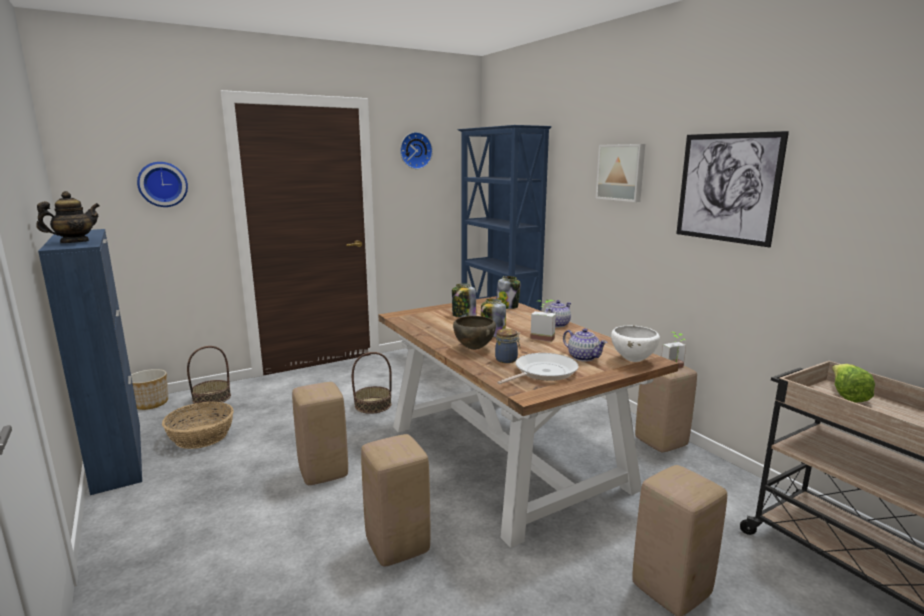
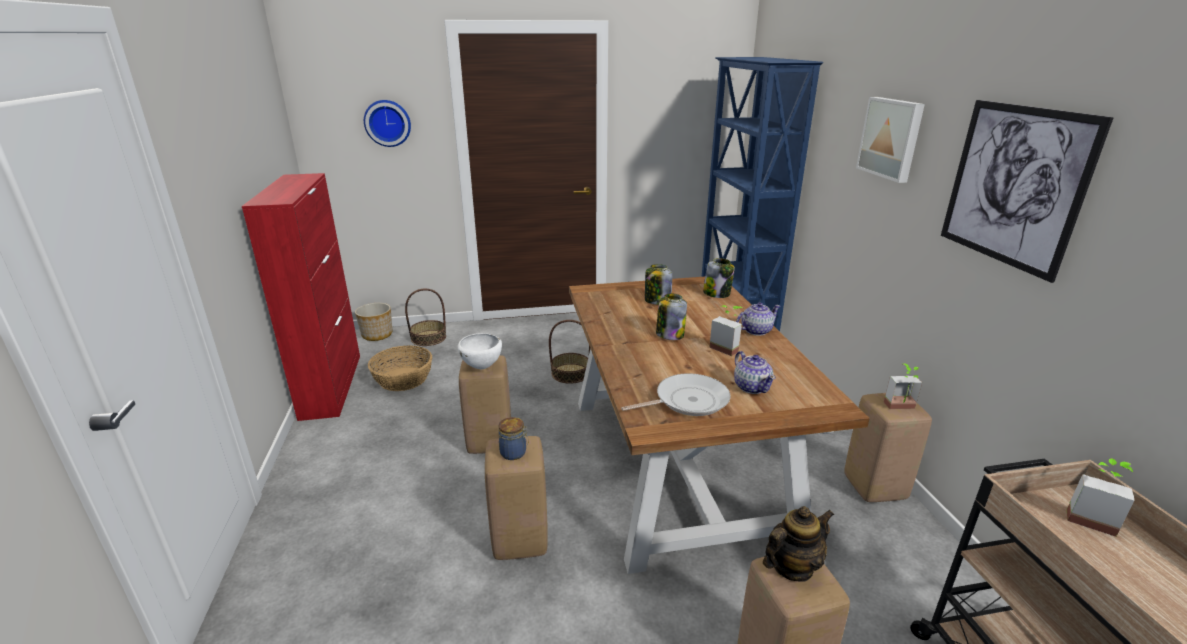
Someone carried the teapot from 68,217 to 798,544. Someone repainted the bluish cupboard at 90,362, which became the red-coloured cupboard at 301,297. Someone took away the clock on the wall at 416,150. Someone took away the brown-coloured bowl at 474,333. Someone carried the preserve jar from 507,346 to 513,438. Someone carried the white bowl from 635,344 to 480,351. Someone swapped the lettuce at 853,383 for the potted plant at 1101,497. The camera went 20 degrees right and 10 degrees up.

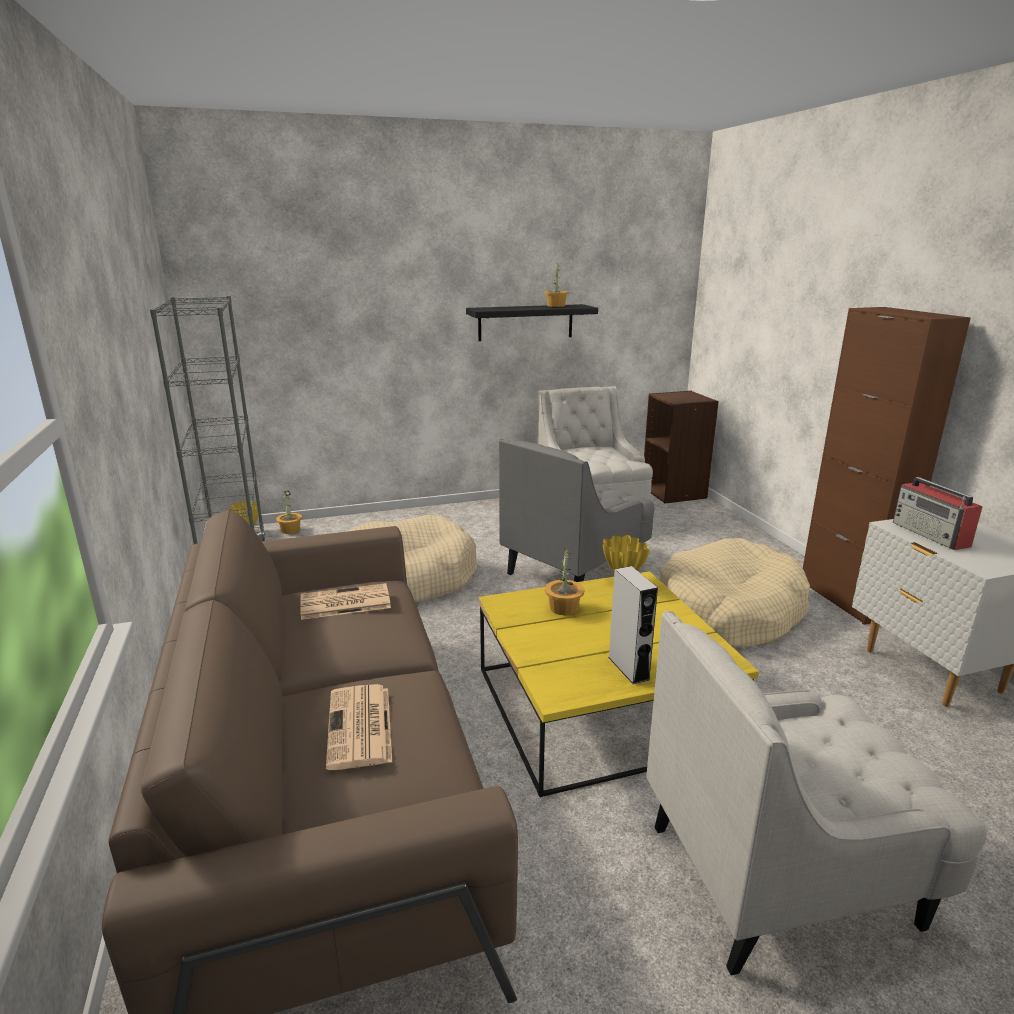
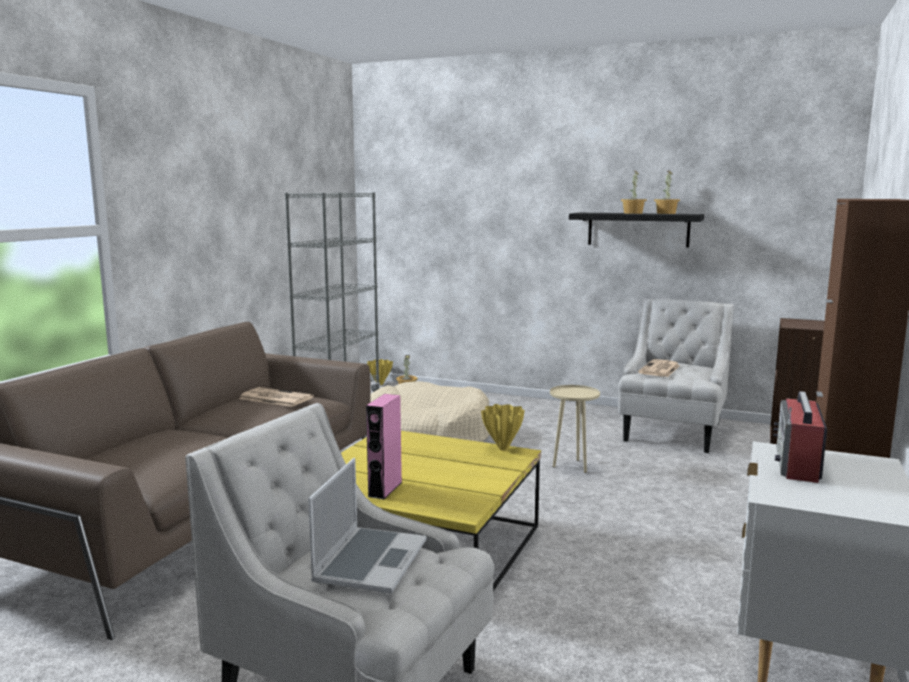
Someone carried the newspaper from 359,727 to 659,368. Someone swapped the greyish easy chair at 577,510 for the beige end table at 575,429. Someone carried the potted plant from 565,581 to 634,192. Someone repainted the greyish audio speaker at 633,625, which became the pink audio speaker at 384,446. Someone took away the beige dog cushion at 734,593. Someone put down the laptop at 367,526. The camera went 40 degrees right and 10 degrees down.

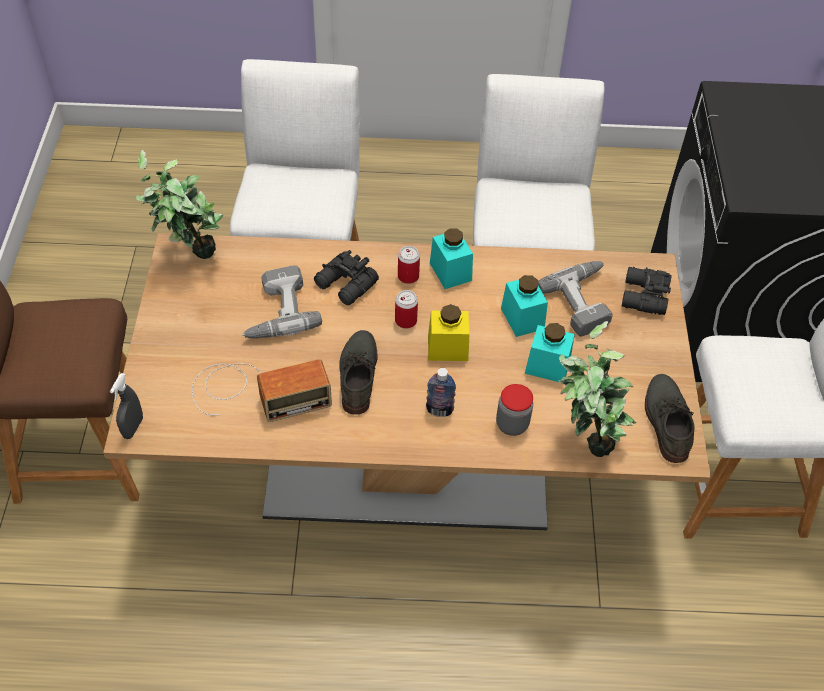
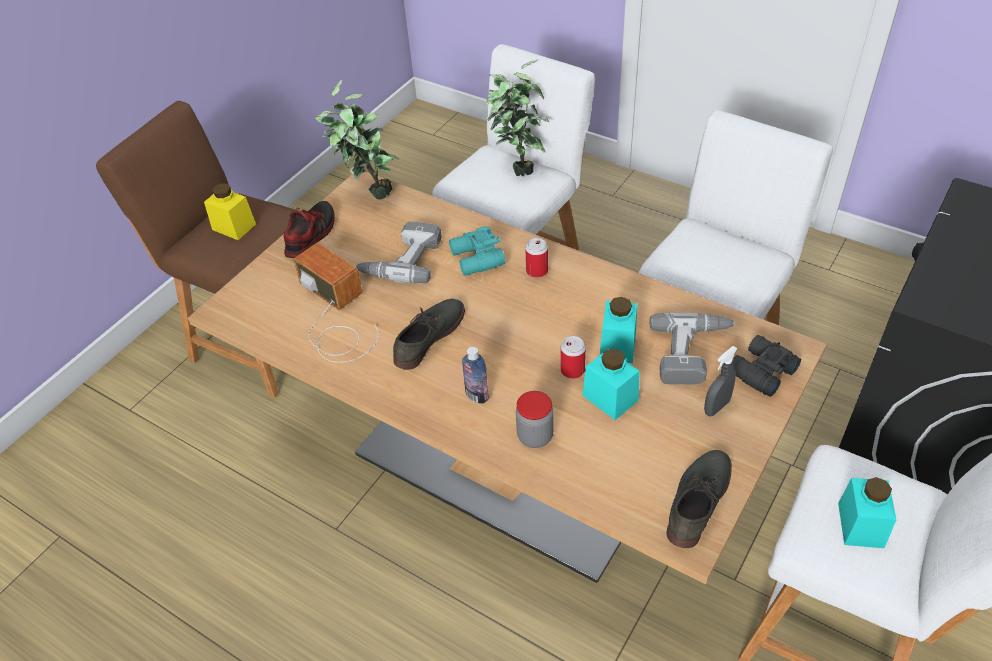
Someone carried the greyish hand sprayer from 126,406 to 721,381. Someone rotated the radio at 262,390 by 150 degrees counterclockwise. Someone repainted the black-coloured binoculars at 346,277, which became the turquoise binoculars at 477,251. Someone carried the metal can from 406,309 to 573,357. Someone carried the yellow preserve jar from 448,332 to 230,211. Someone carried the turquoise preserve jar from 451,258 to 867,512. Someone carried the potted plant from 597,389 to 517,118. Someone put down the low shoe at 309,229. The camera went 35 degrees right and 5 degrees down.

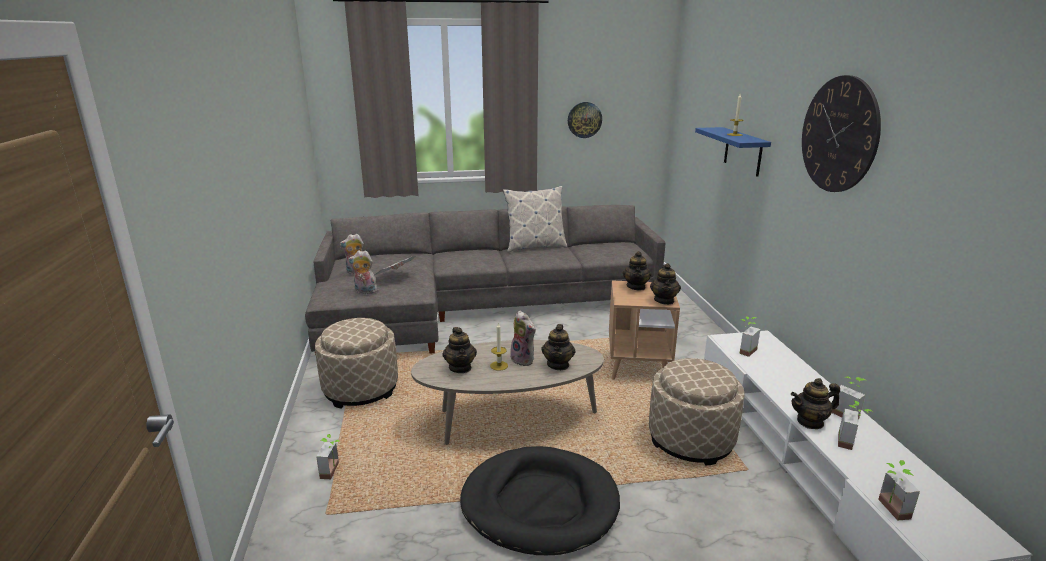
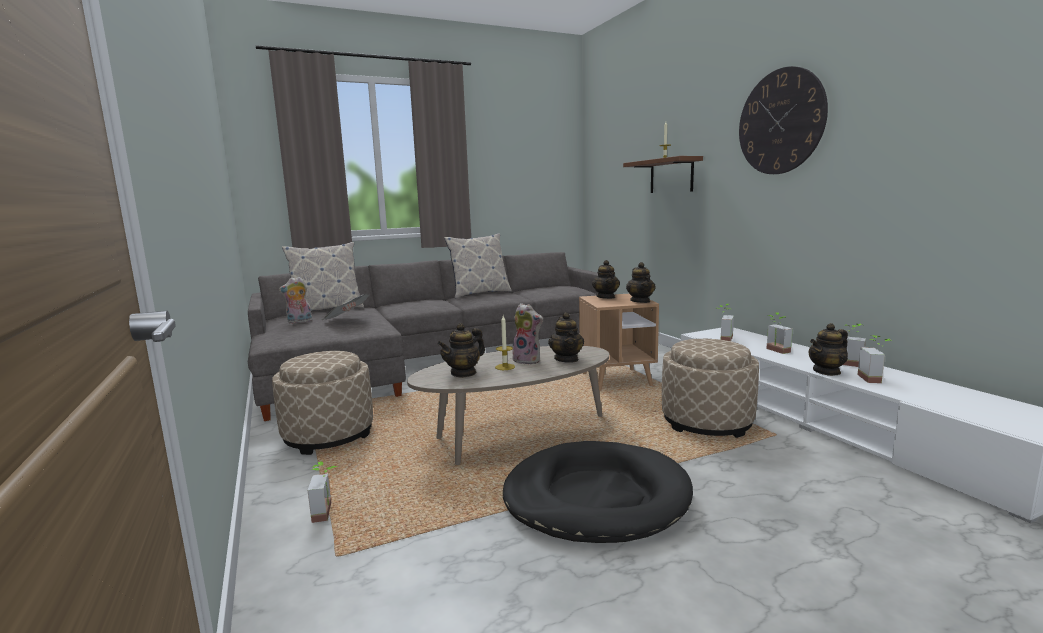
Someone took away the soft toy at 363,272. Someone rotated the teapot at 459,350 by 75 degrees clockwise. Someone took away the clock on the wall at 585,120. Someone repainted the bluish wall shelf at 733,152, which became the brown-coloured wall shelf at 663,174. Someone carried the potted plant from 899,490 to 780,333. Someone put down the throw pillow at 323,276. The camera went 15 degrees left and 10 degrees down.

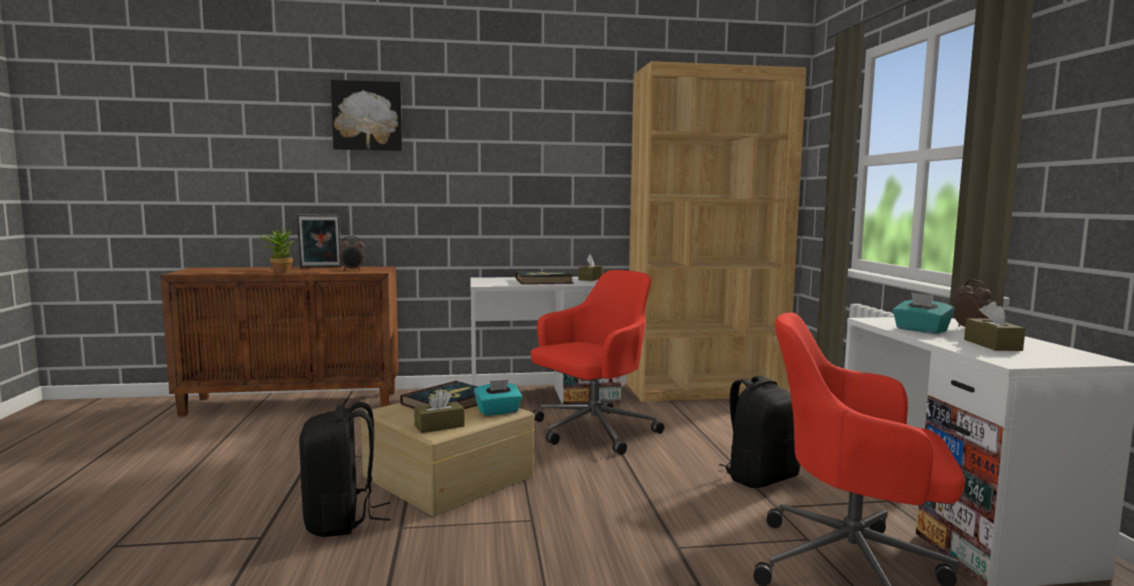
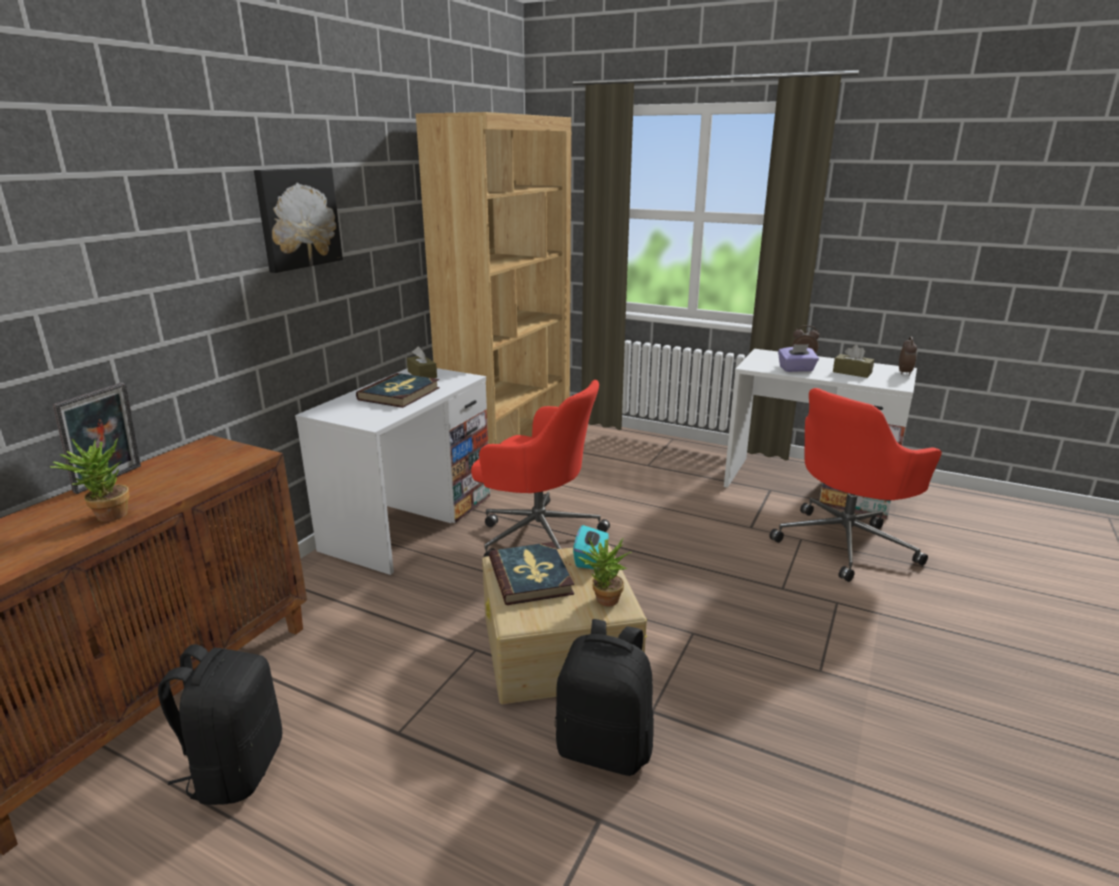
Someone carried the picture from 366,115 to 298,220. Someone carried the bedside clock from 352,253 to 908,356. Someone swapped the brown-coloured tissue box at 439,411 for the potted plant at 605,571. Someone rotated the red-coloured office chair at 597,362 by 120 degrees clockwise. Someone carried the black-coloured backpack from 760,432 to 220,724. Someone repainted the turquoise tissue box at 923,313, which became the purplish tissue box at 798,358. The camera went 55 degrees left and 15 degrees up.

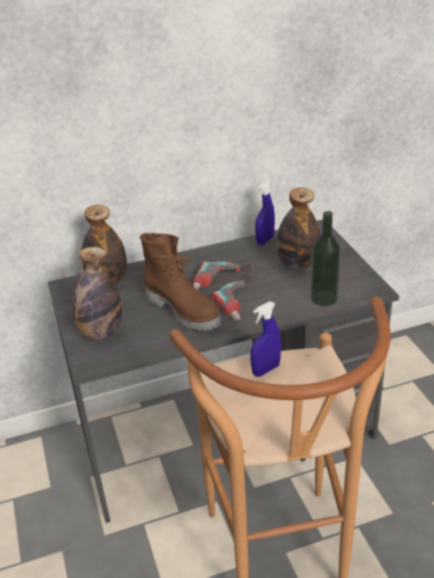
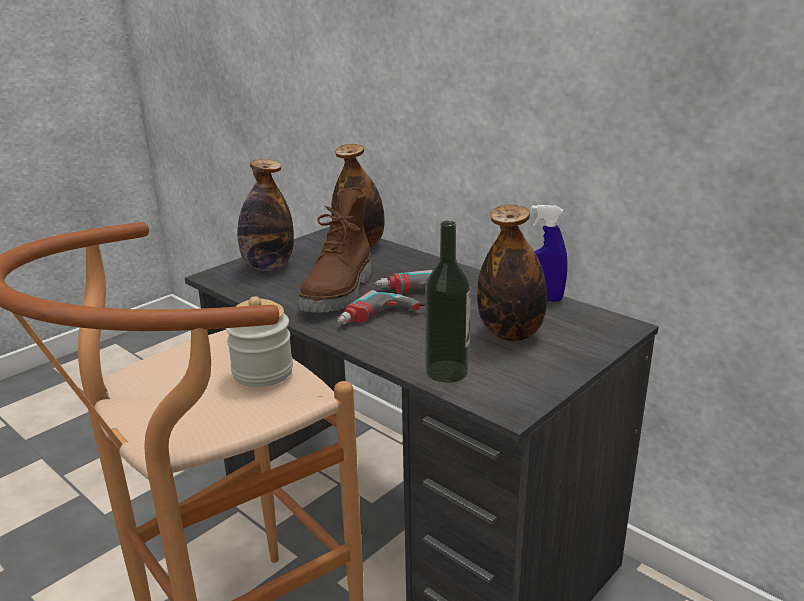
Someone swapped the bluish hand sprayer at 266,339 for the preserve jar at 259,341. The camera went 60 degrees right and 10 degrees down.

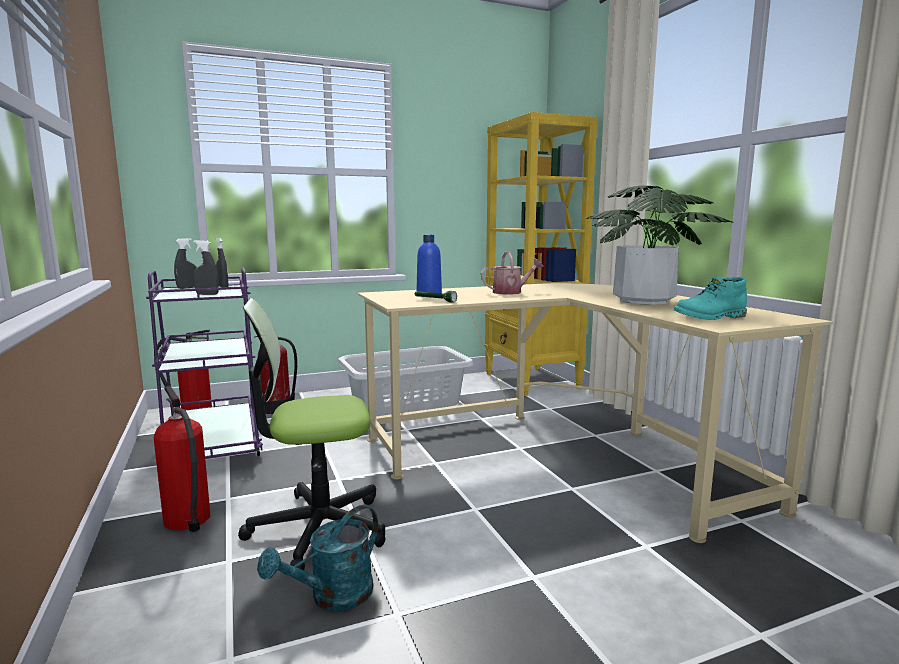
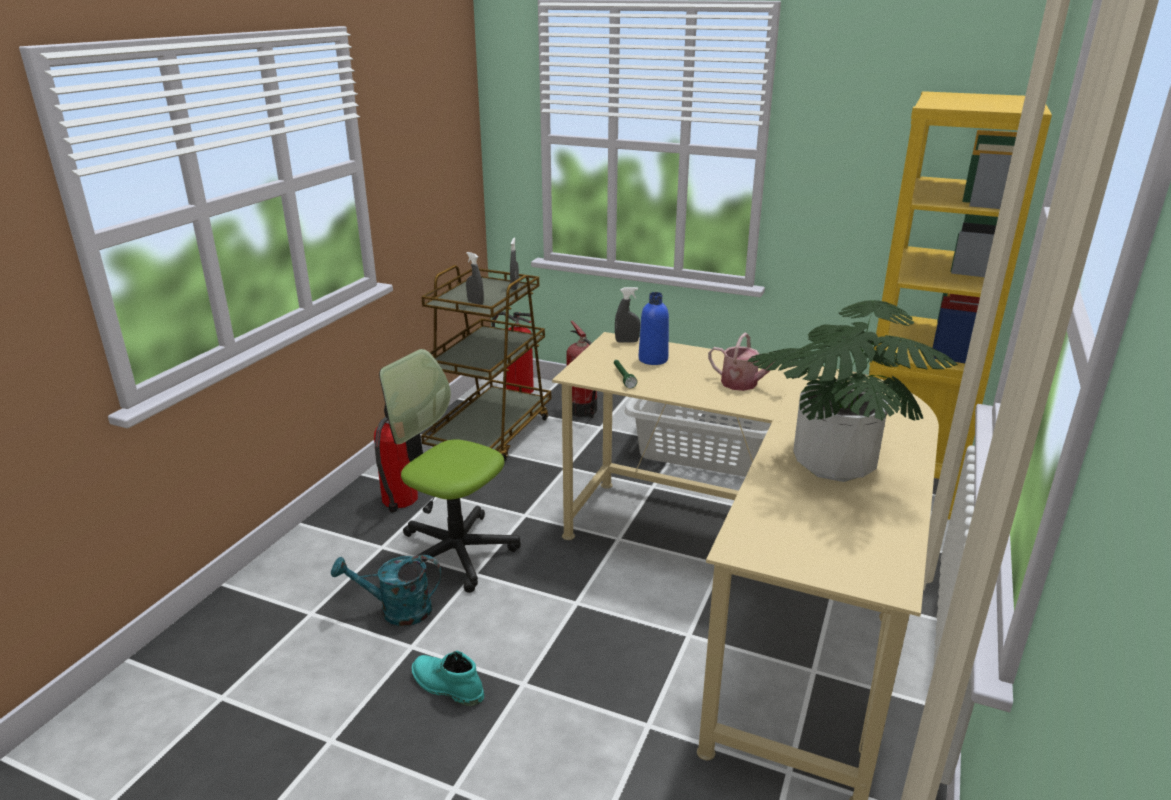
Someone repainted the purplish cart at 204,363, which became the brown-coloured cart at 486,363. Someone carried the greyish hand sprayer from 185,263 to 627,315. Someone carried the turquoise boot from 710,298 to 448,678. The camera went 45 degrees right and 15 degrees up.

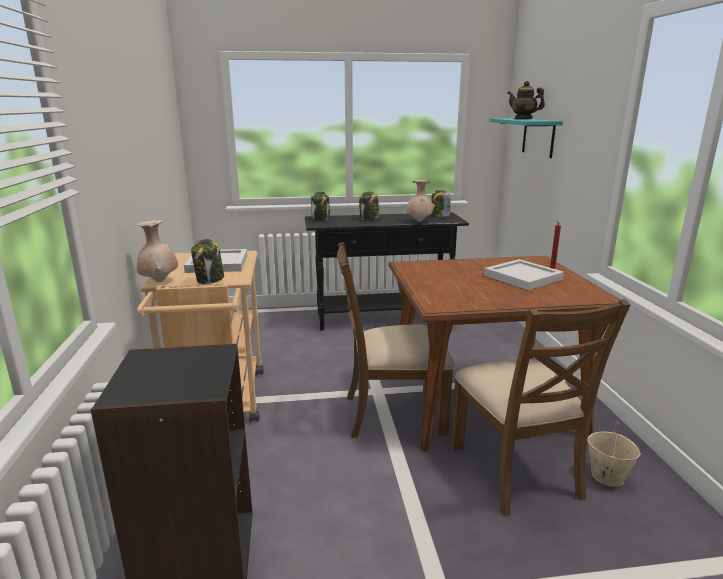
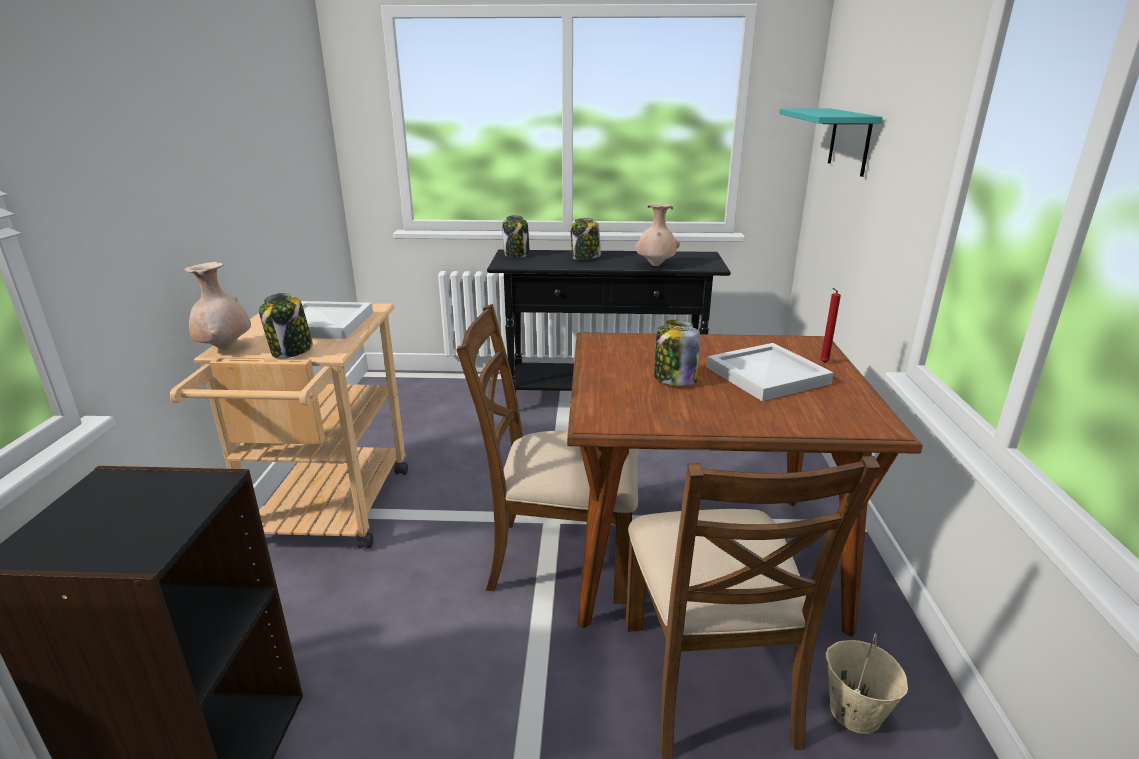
Someone carried the preserve jar from 441,203 to 677,353. Someone took away the teapot at 526,100. The camera went 10 degrees right and 5 degrees up.

